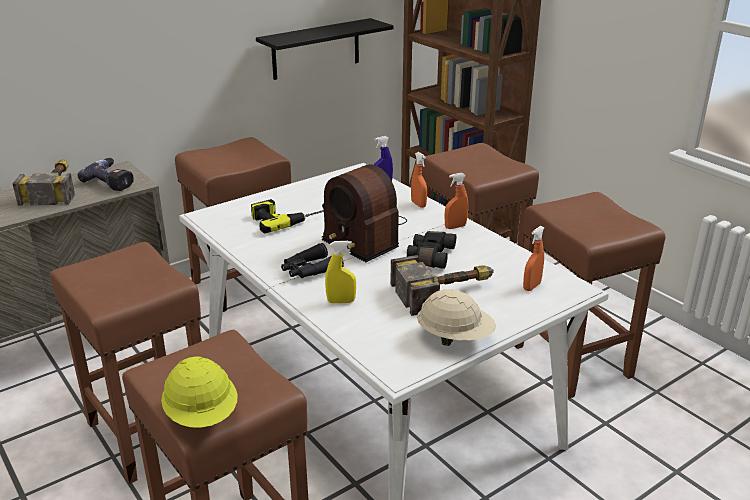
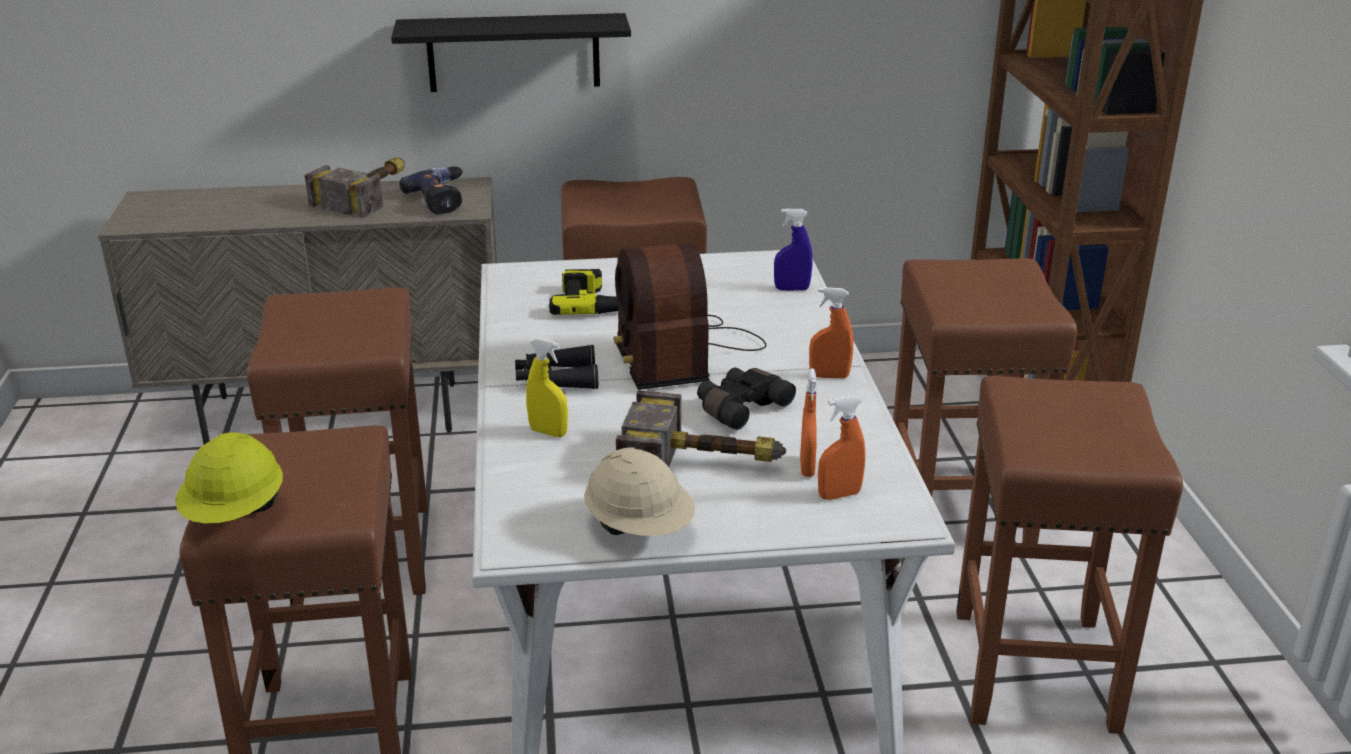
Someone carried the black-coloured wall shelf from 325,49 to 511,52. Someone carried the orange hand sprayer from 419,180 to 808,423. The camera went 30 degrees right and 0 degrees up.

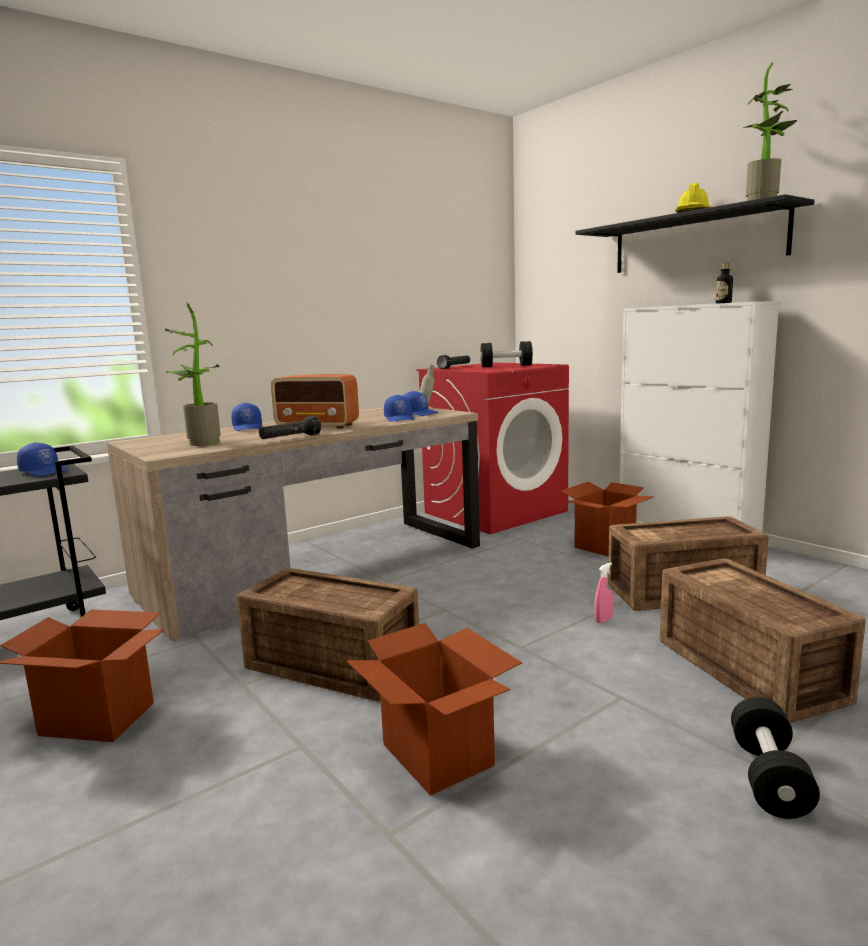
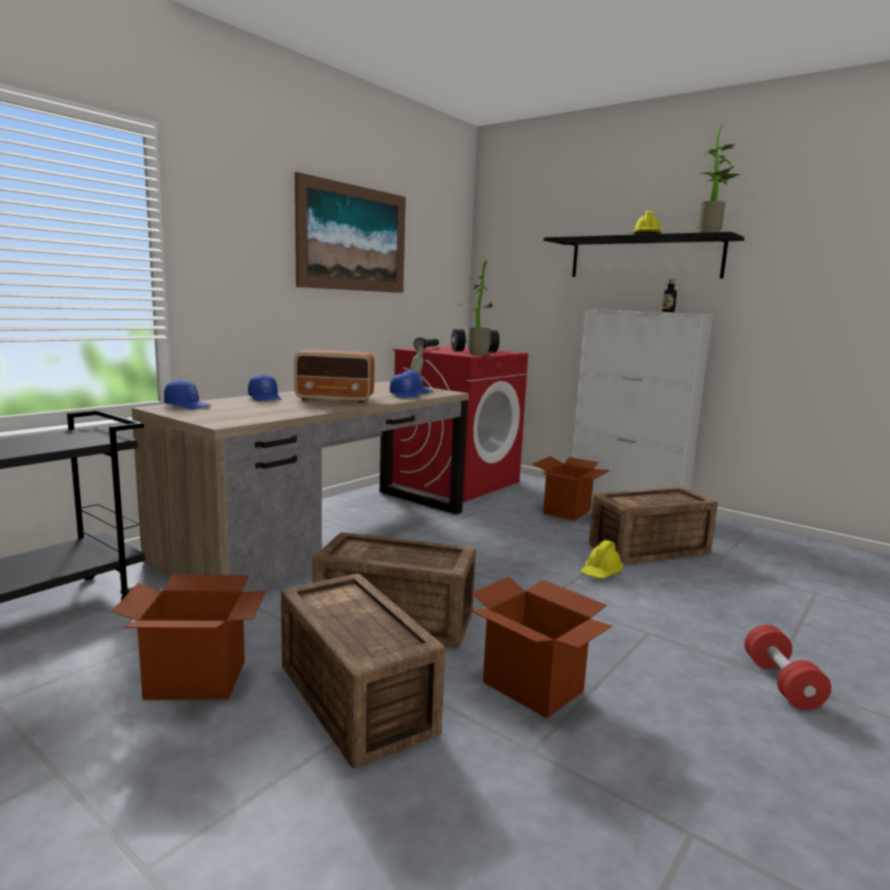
Someone carried the bluish baseball cap from 43,459 to 187,394. Someone carried the potted plant from 193,374 to 477,307. Someone took away the black-coloured flashlight at 290,427. Someone swapped the pink hand sprayer at 604,593 for the yellow safety helmet at 601,559. Someone carried the shipping crate from 763,640 to 363,670. Someone repainted the black-coloured hand weight at 775,758, which became the red-coloured hand weight at 787,667. Someone put up the picture at 350,232. The camera went 15 degrees left and 0 degrees up.

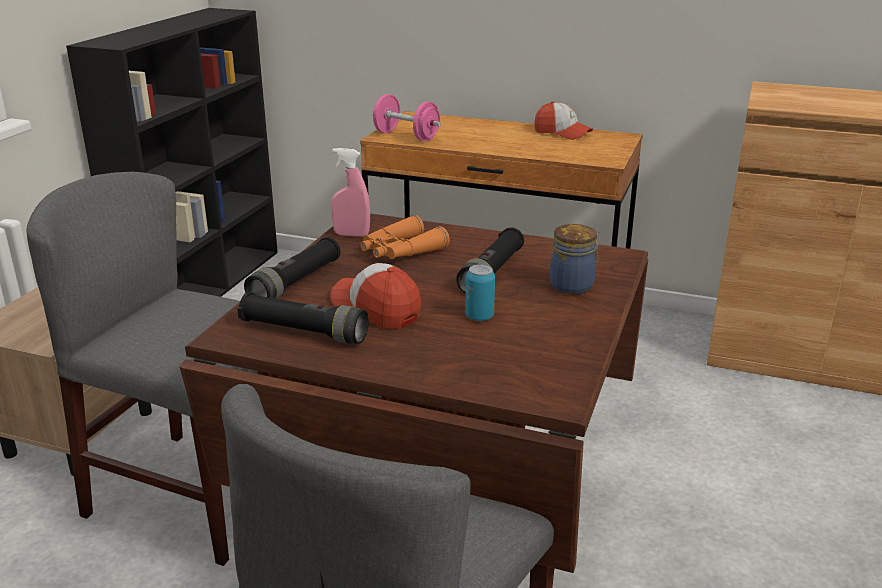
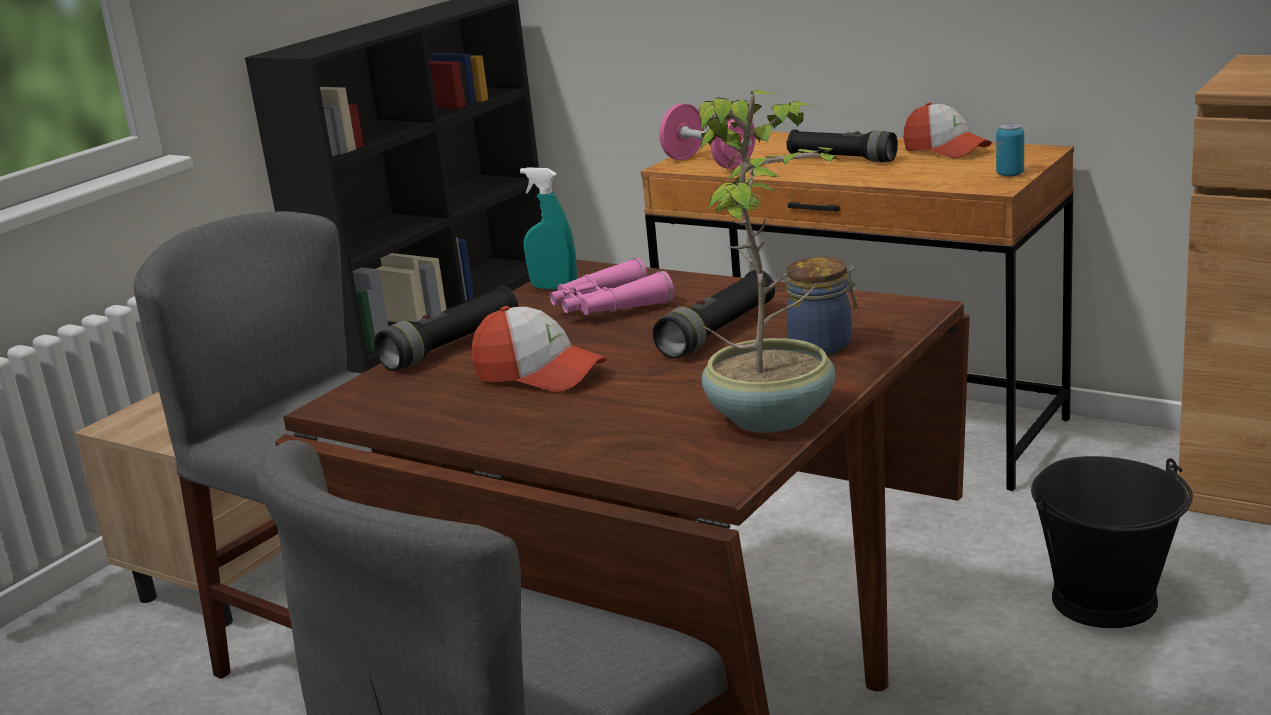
Someone carried the black-coloured flashlight from 303,318 to 842,145. Someone repainted the pink hand sprayer at 350,192, which became the turquoise hand sprayer at 548,228. Someone rotated the baseball cap at 376,296 by 150 degrees clockwise. Someone repainted the orange binoculars at 405,237, which became the pink binoculars at 612,286. Someone carried the metal can from 480,292 to 1010,150. Someone put down the potted plant at 772,261. Someone put down the black-coloured water bucket at 1112,542. The camera went 15 degrees right and 5 degrees down.

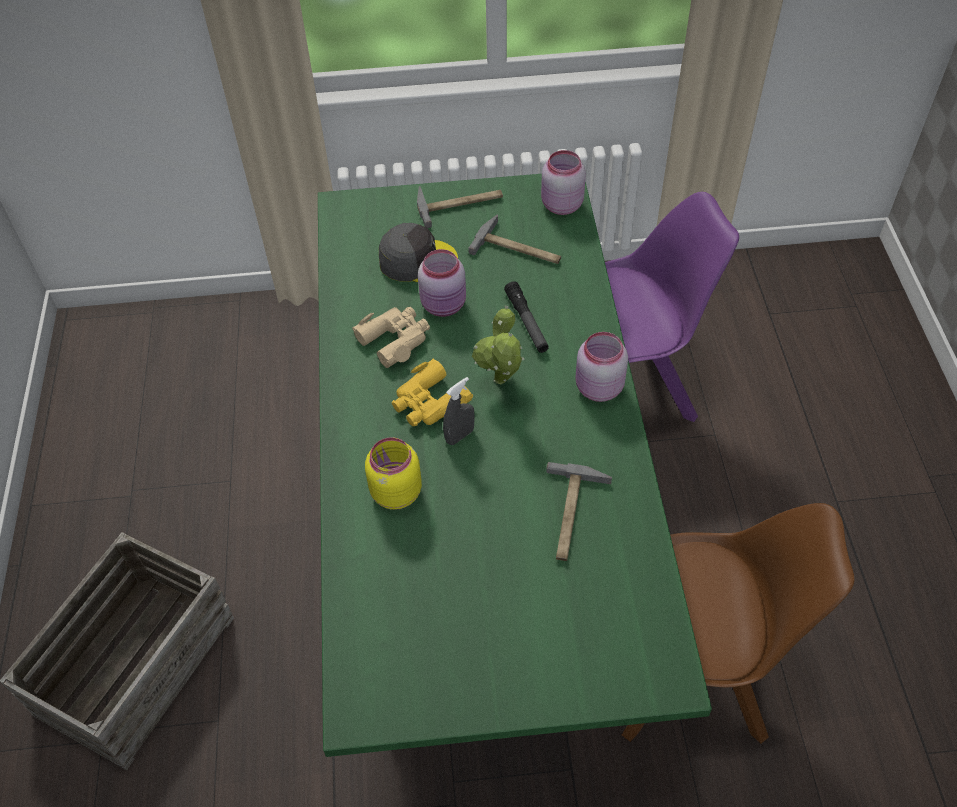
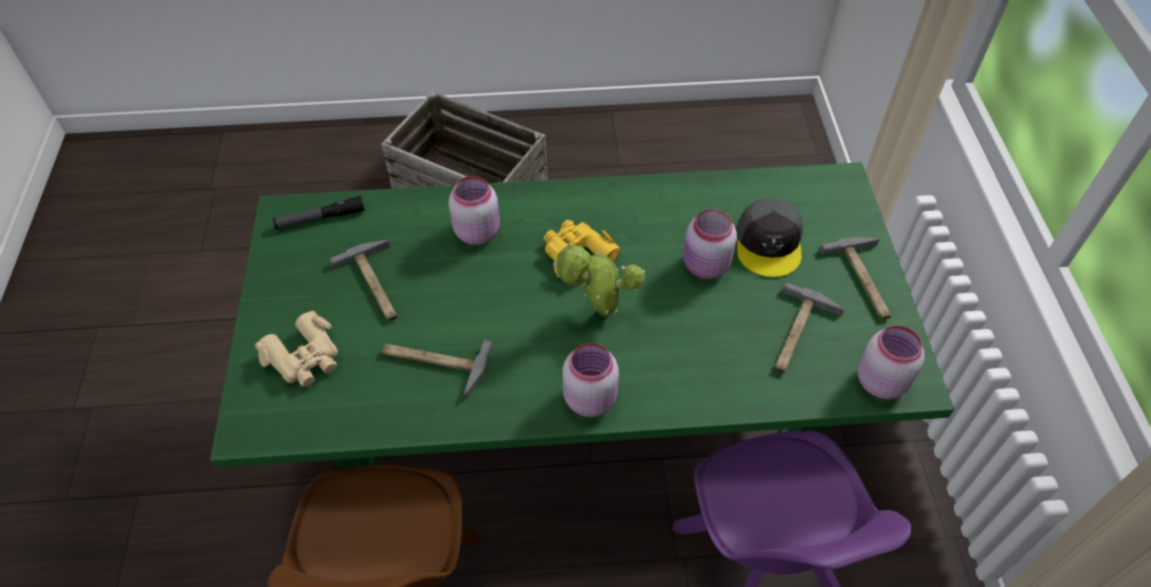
Someone carried the beige binoculars from 391,337 to 296,349. Someone repainted the yellow preserve jar at 393,473, which became the pink preserve jar at 474,210. Someone took away the greyish hand sprayer at 459,411. Someone carried the flashlight from 526,317 to 319,212. Someone put down the hand hammer at 363,280. The camera went 90 degrees right and 0 degrees up.

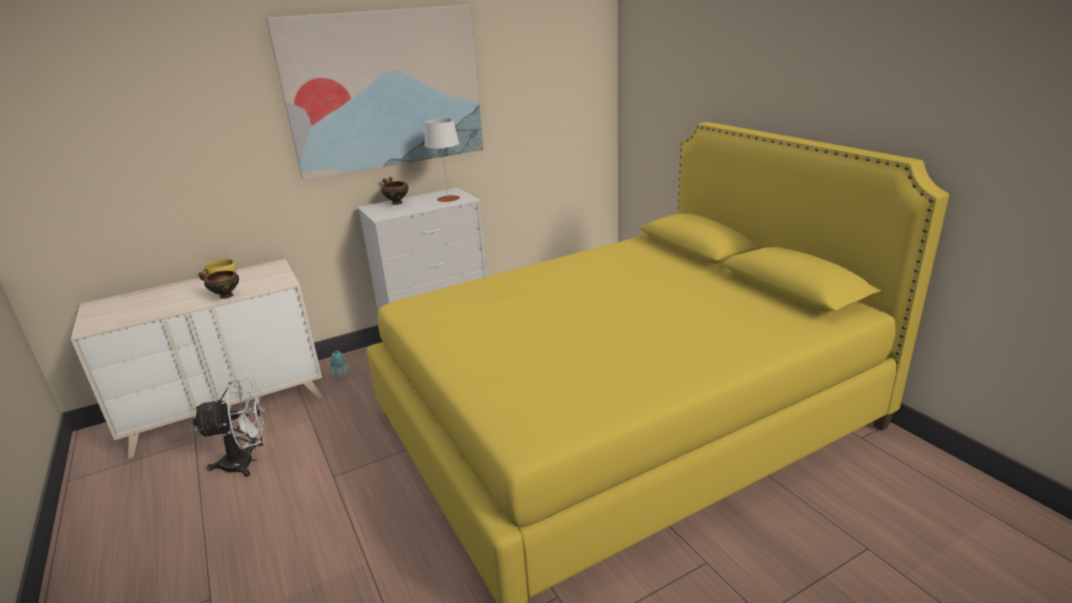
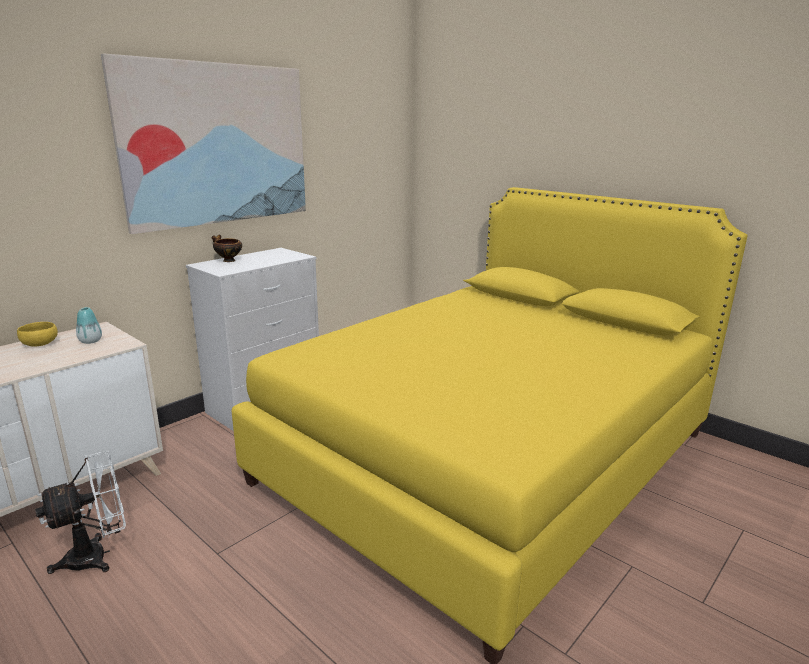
Someone took away the bowl at 218,284. Someone carried the decorative vase from 340,364 to 89,325. Someone took away the white tabletop lamp at 442,160. The camera went 20 degrees left and 5 degrees down.

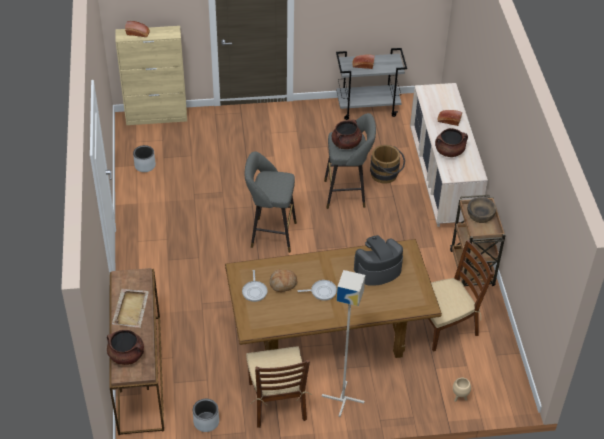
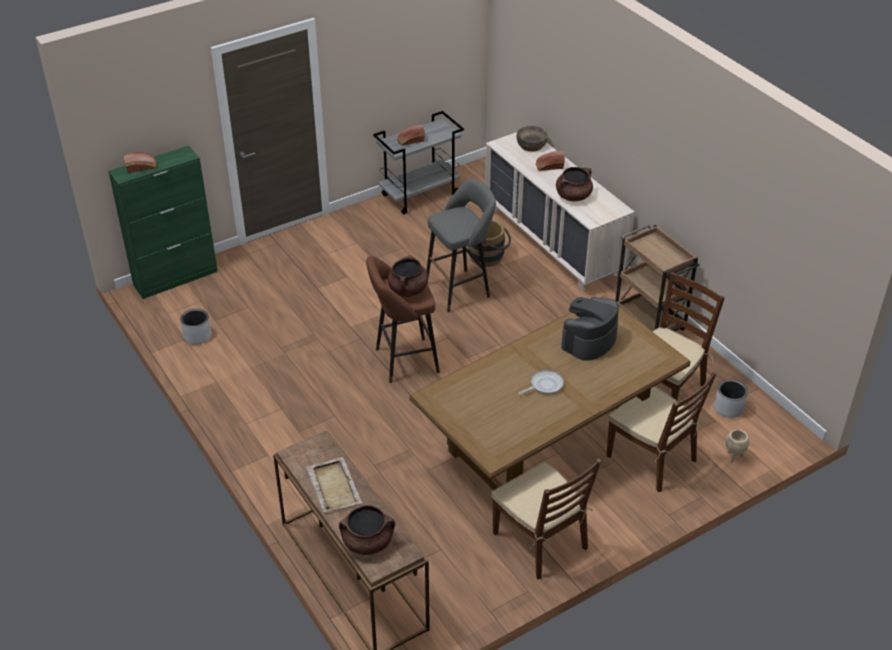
Someone repainted the beige cupboard at 151,75, which became the greenish cupboard at 163,222. Someone carried the greyish flower pot from 206,415 to 731,398. Someone took away the frying pan at 255,286. Someone repainted the greyish stool seat at 271,202, which became the brown-coloured stool seat at 403,319. Someone took away the baked bread at 283,280. Someone took away the greyish floor lamp at 343,343. Someone carried the brown-coloured cooking pot from 347,134 to 408,276. Someone carried the brown-coloured bowl from 481,210 to 532,139. Someone put down the brown-coloured chair at 662,431. The camera went 25 degrees left and 5 degrees down.

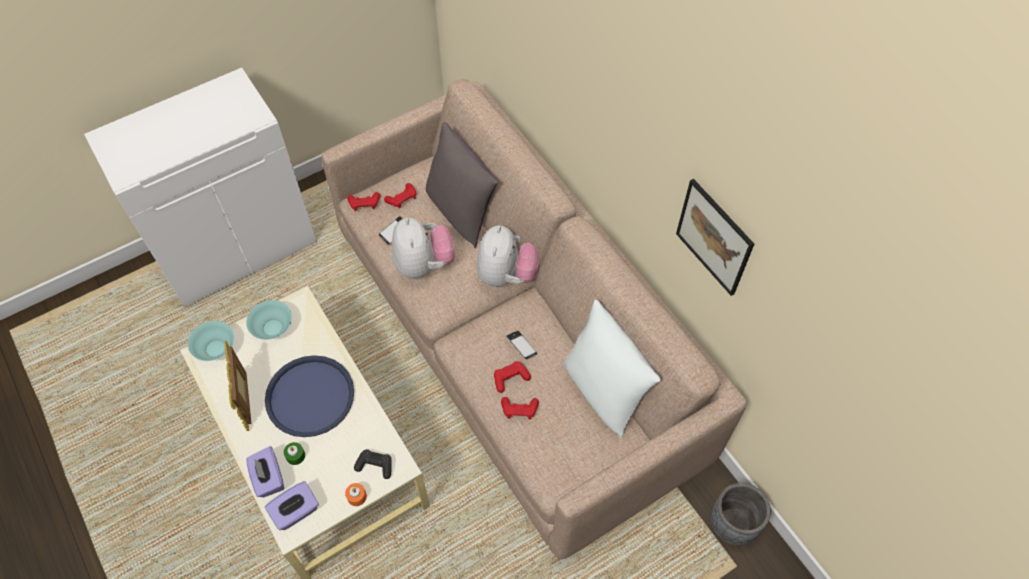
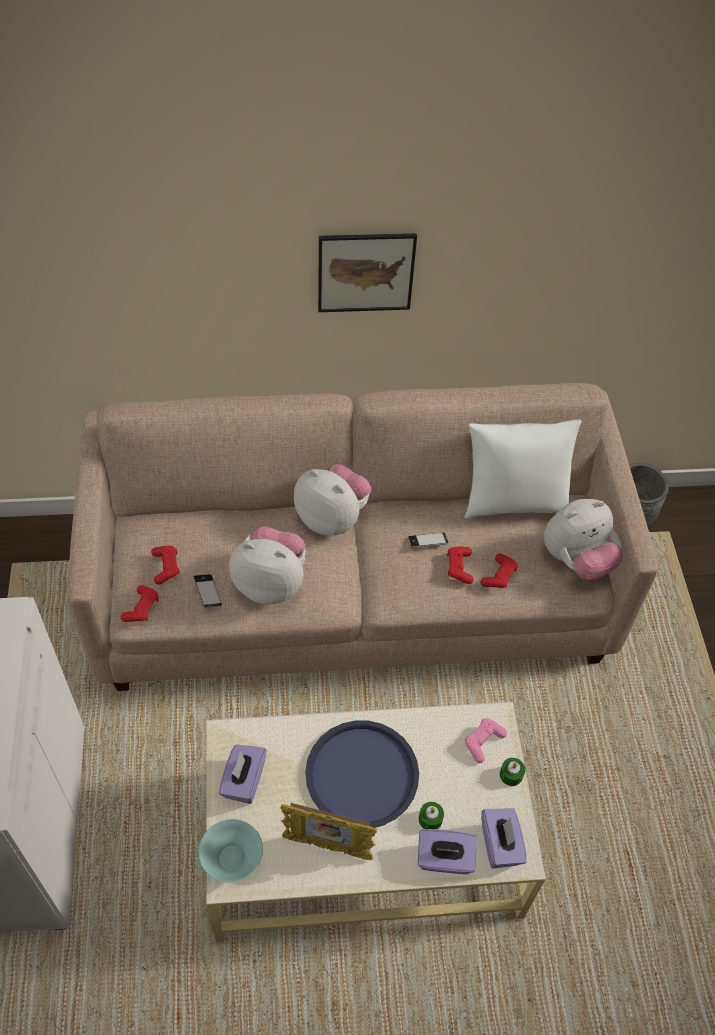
Someone swapped the turquoise bowl at 269,320 for the purplish tissue box at 243,774. Someone repainted the orange candle at 356,494, which became the greenish candle at 512,772. Someone repainted the black-coloured gamepad at 373,464, which became the pink gamepad at 486,740. Someone took away the greyish throw pillow at 462,185. Someone carried the picture from 715,237 to 367,272. Someone put down the soft toy at 583,539. The camera went 65 degrees left and 5 degrees down.

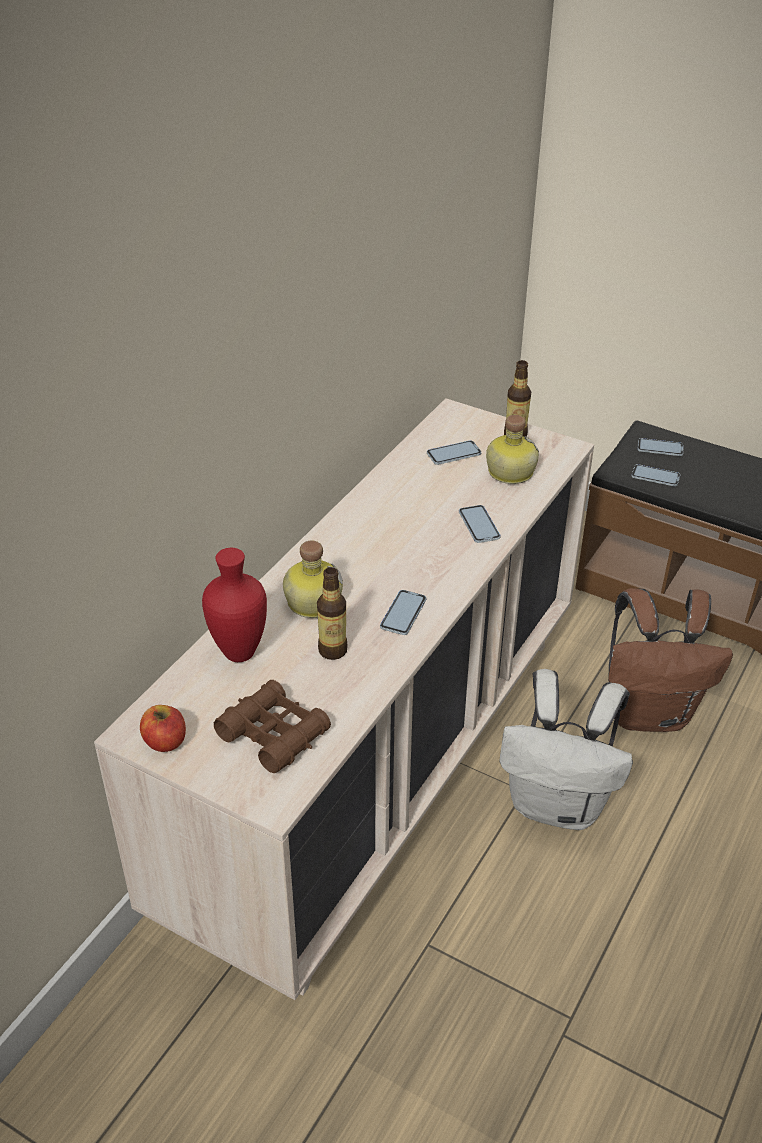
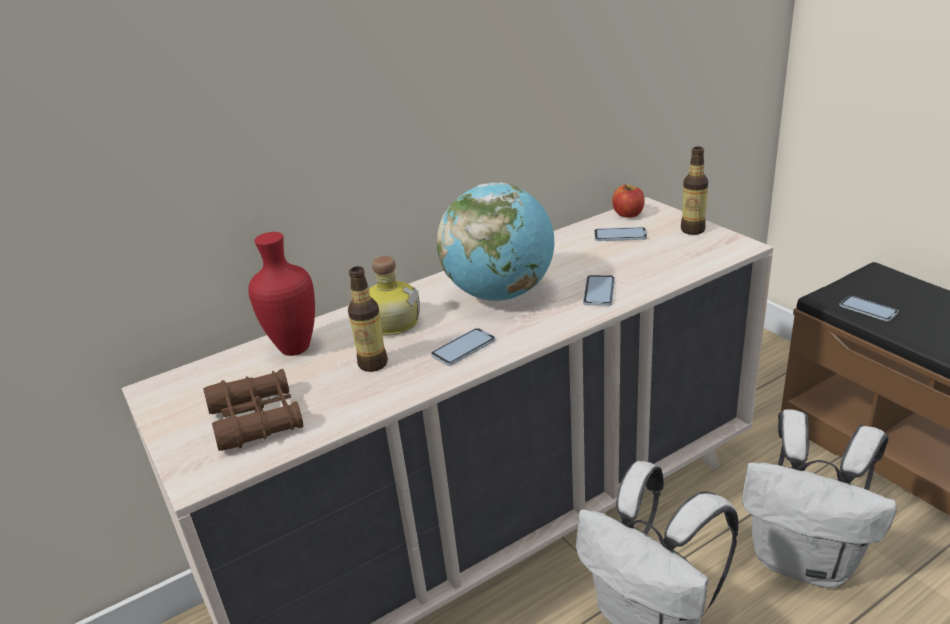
Someone carried the apple from 163,728 to 628,201. Someone took away the drink bottle at 512,449. Someone repainted the brown-coloured backpack at 670,660, which became the white backpack at 819,498. Someone took away the phone at 660,447. Someone put down the world globe at 495,241. The camera went 30 degrees right and 10 degrees down.

